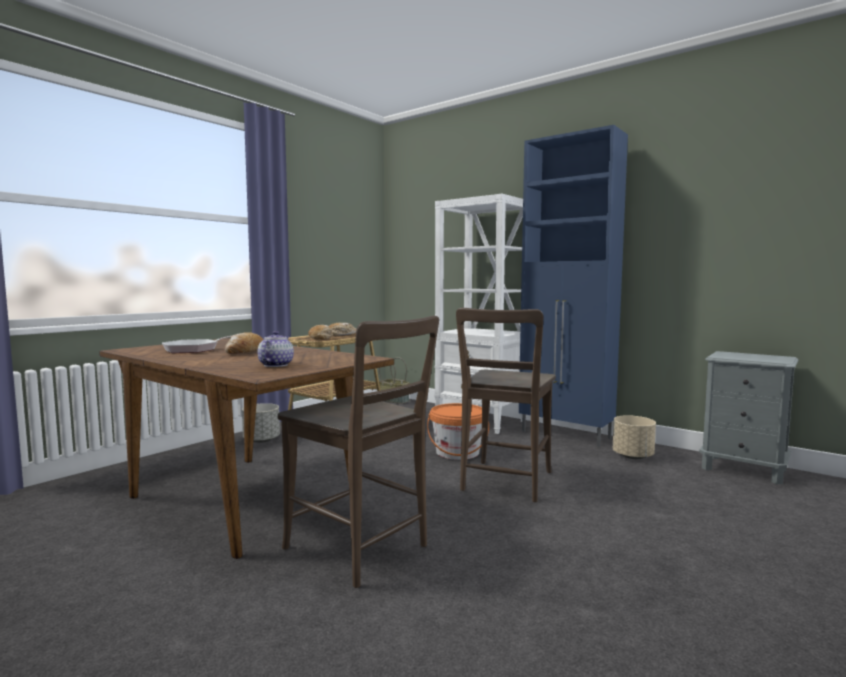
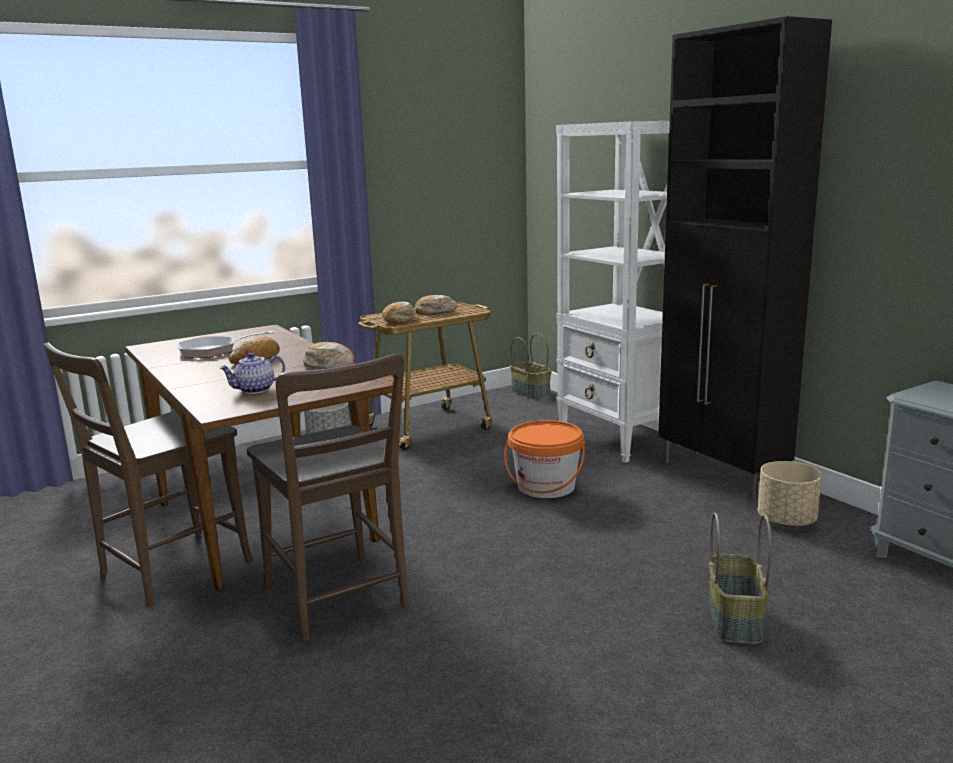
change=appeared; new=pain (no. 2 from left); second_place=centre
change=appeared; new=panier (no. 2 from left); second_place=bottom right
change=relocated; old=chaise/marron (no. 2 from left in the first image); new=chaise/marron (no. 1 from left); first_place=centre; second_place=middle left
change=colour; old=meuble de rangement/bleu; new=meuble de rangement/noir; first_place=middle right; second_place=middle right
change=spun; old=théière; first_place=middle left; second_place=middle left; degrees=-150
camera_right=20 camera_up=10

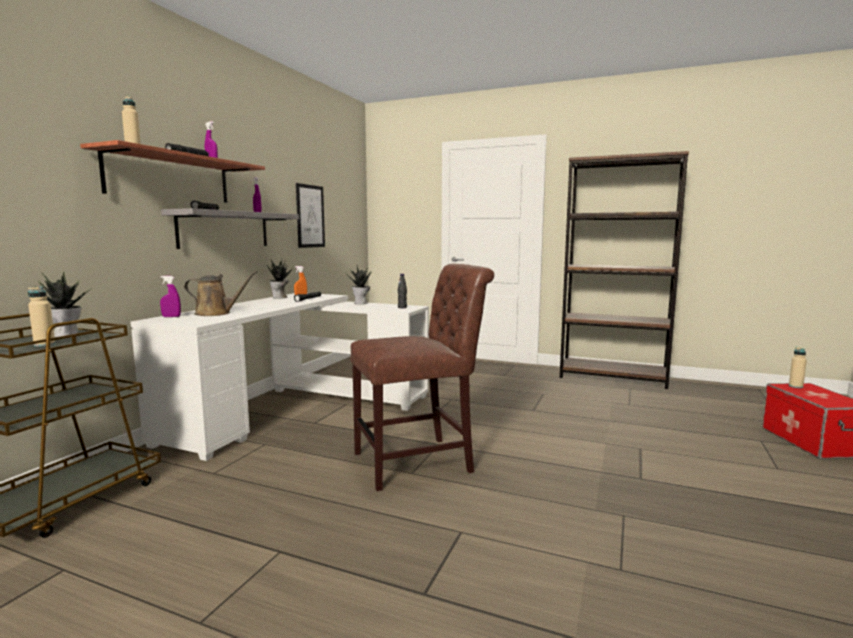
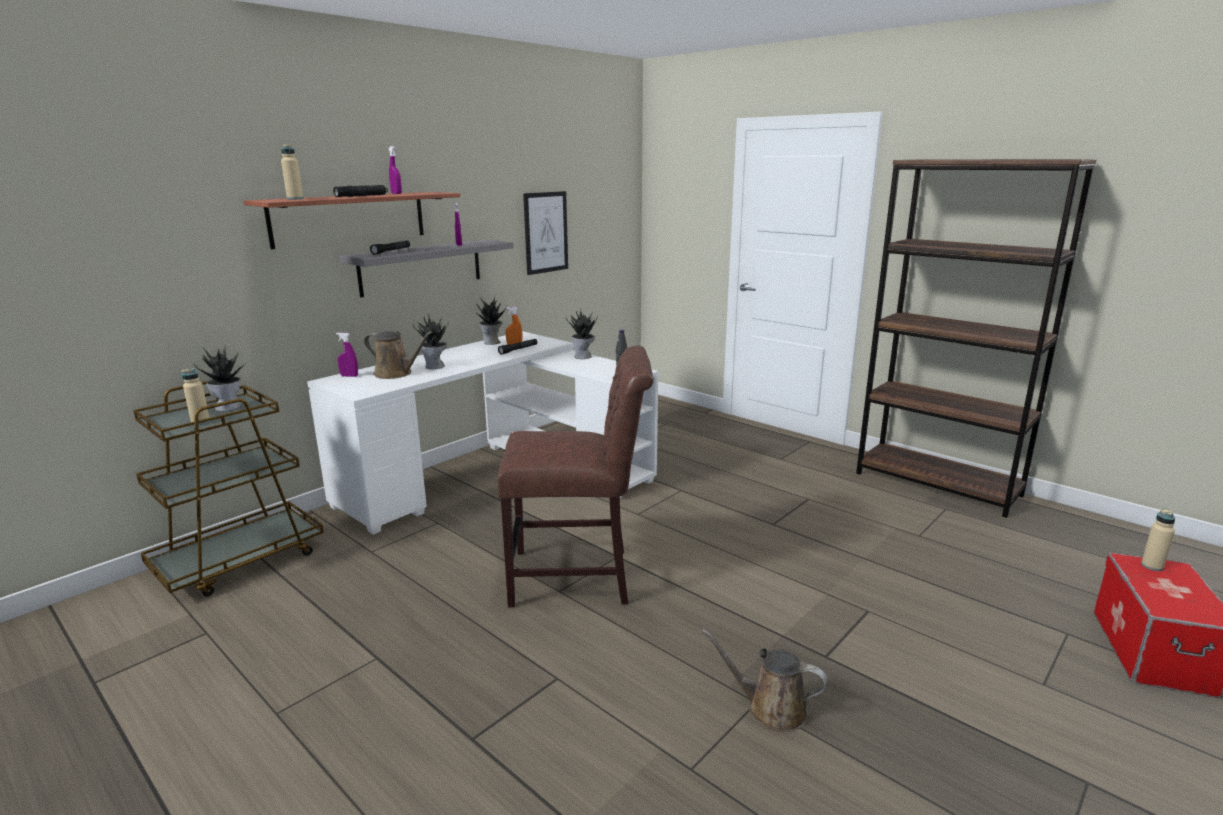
change=appeared; new=plante en pot (no. 2 from left); second_place=centre
change=appeared; new=arrosoir/marron (no. 2 from left); second_place=bottom centre
camera_right=20 camera_up=10

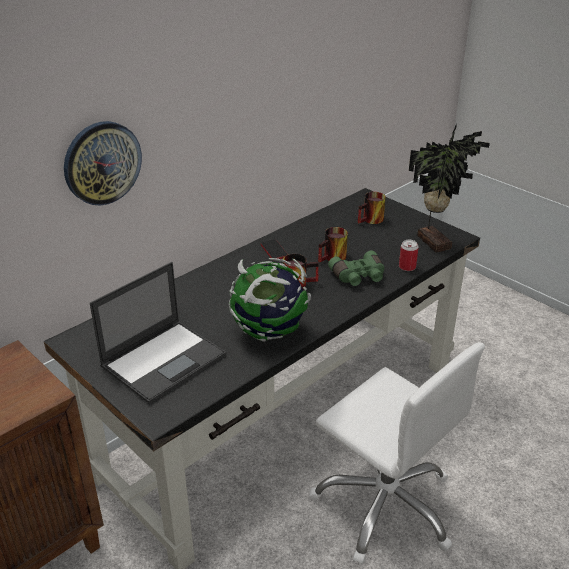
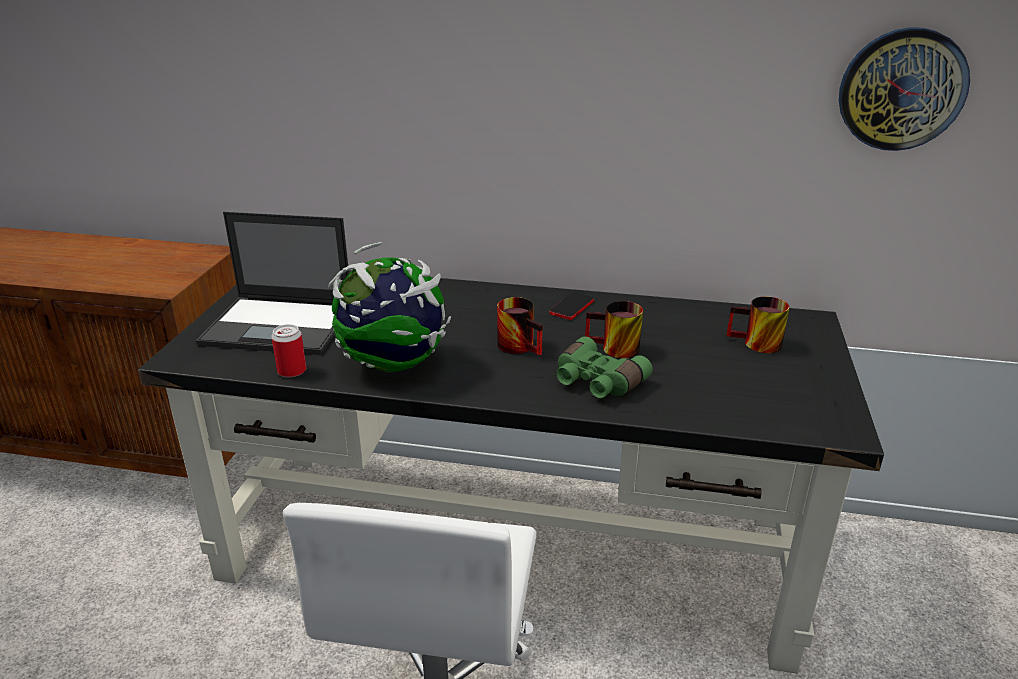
change=missing; old=plante en pot; first_place=top right
change=relocated; old=horloge murale; first_place=top left; second_place=top right
change=relocated; old=boîte métallique; first_place=middle right; second_place=middle left
camera_right=55 camera_up=-5

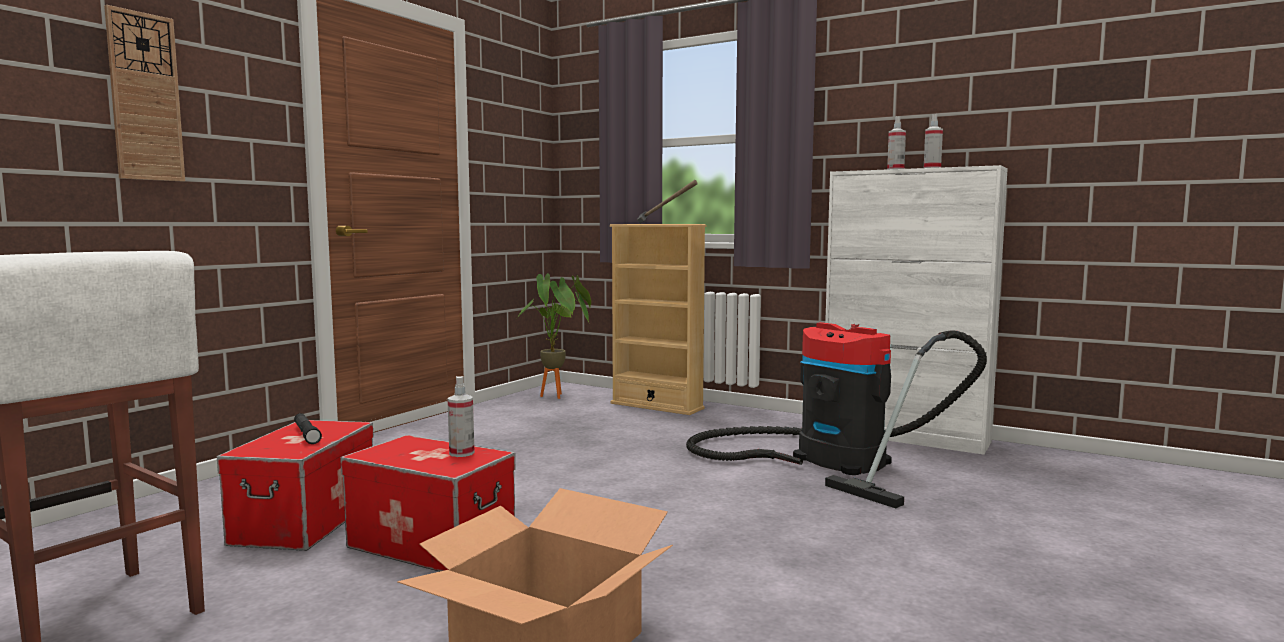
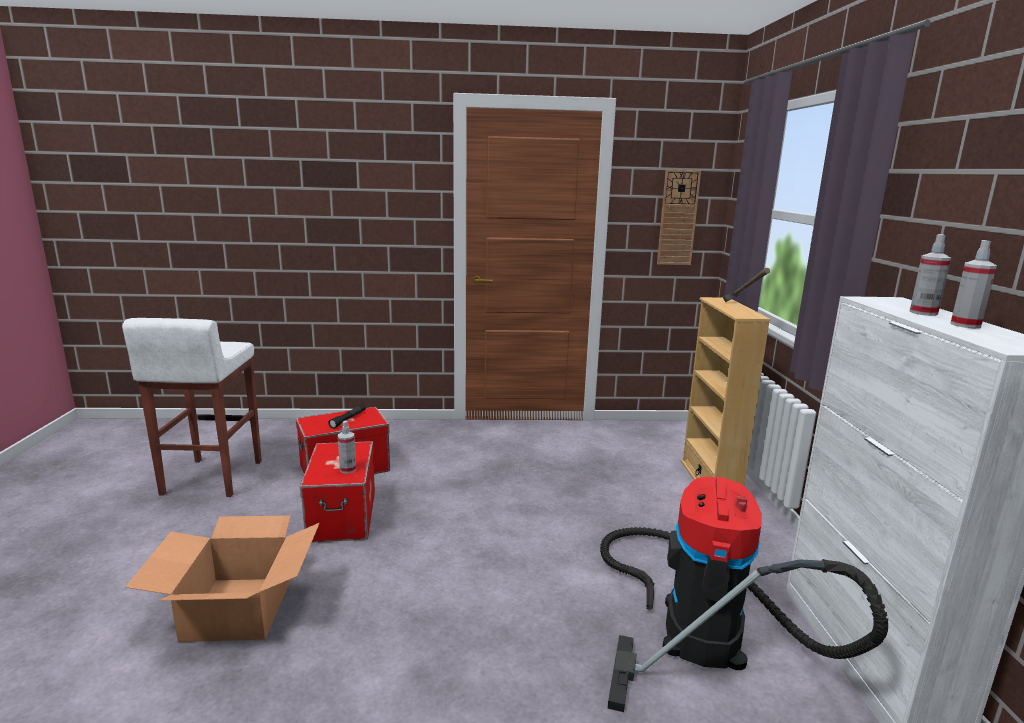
change=missing; old=plante en pot; first_place=centre
change=relocated; old=horloge murale; first_place=top left; second_place=top centre
camera_right=55 camera_up=10

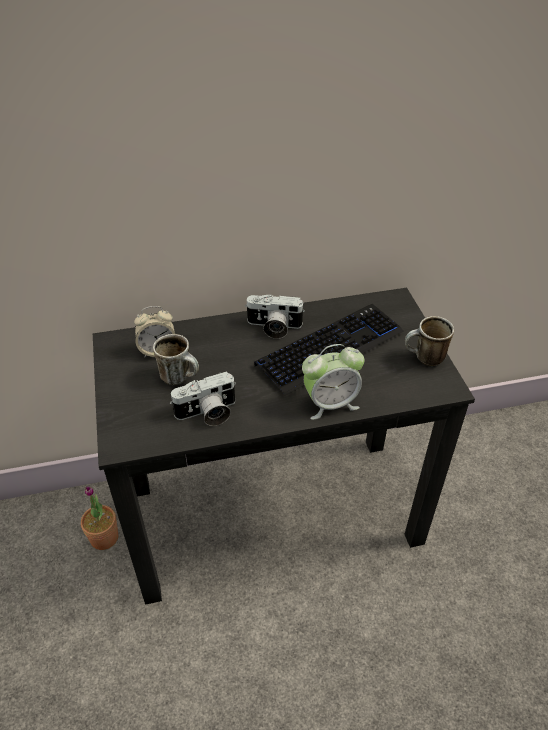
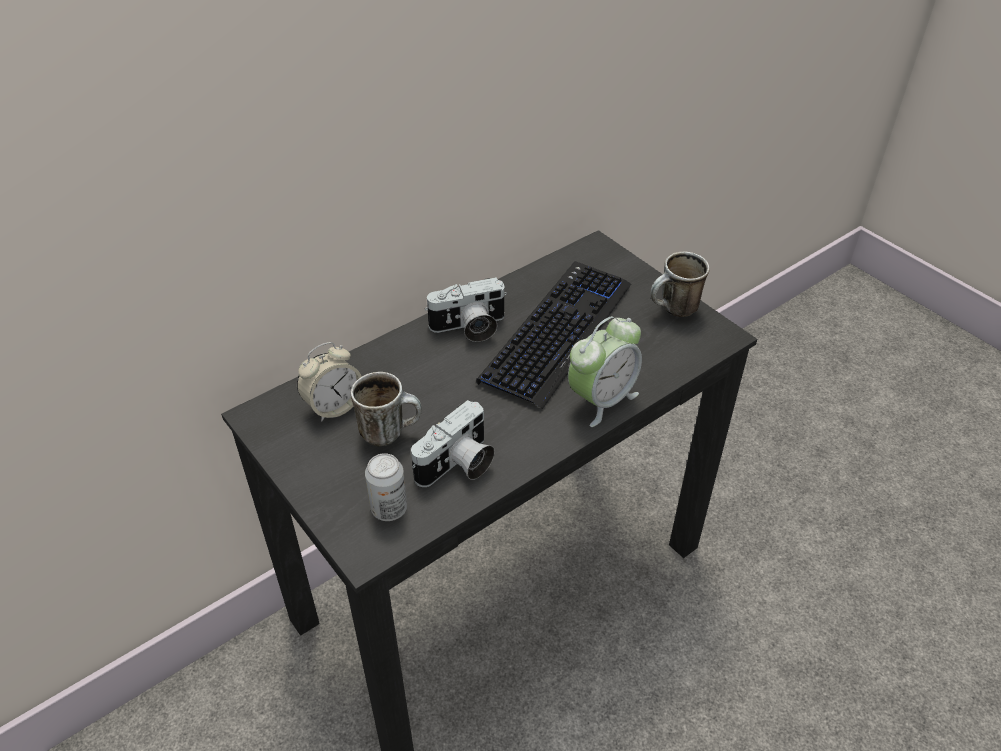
change=missing; old=plante en pot; first_place=bottom left
change=appeared; new=boîte métallique; second_place=centre
camera_right=-25 camera_up=0

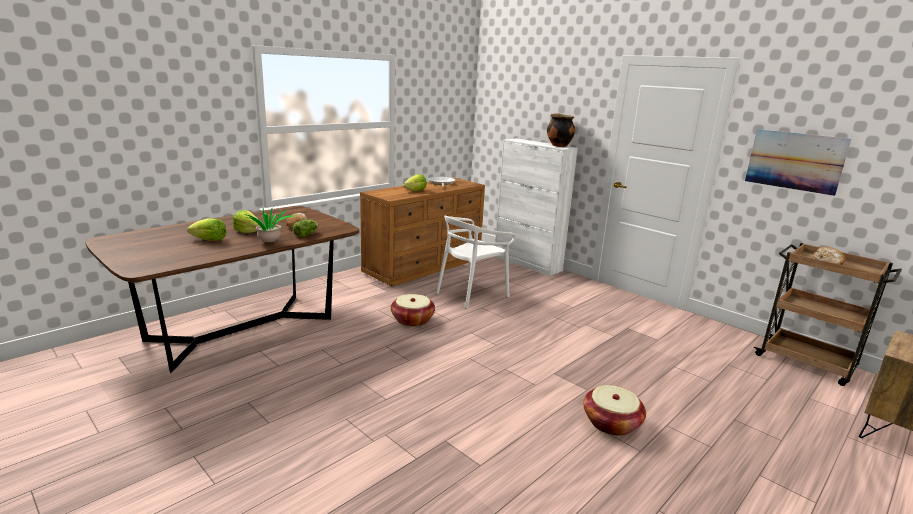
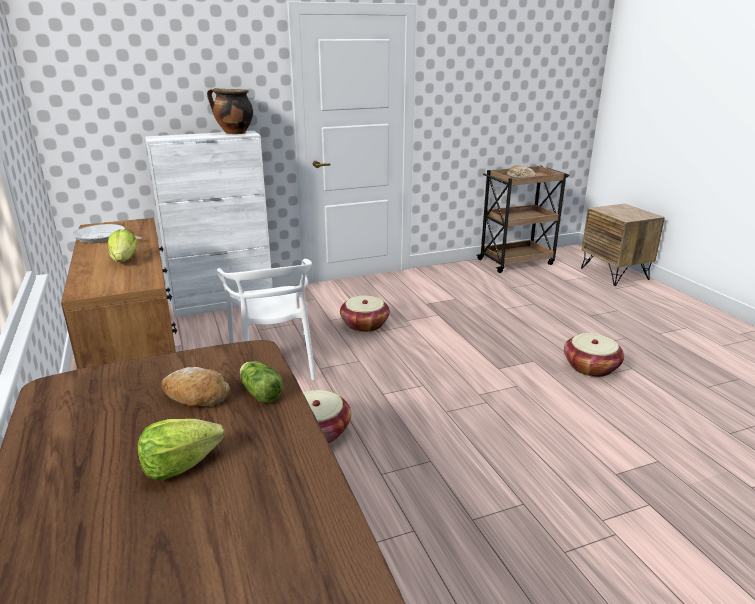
change=missing; old=laitue (no. 1 from left); first_place=middle left
change=missing; old=plante en pot; first_place=middle left
change=missing; old=tableau; first_place=top right
change=appeared; new=panier (no. 2 from left); second_place=centre
camera_right=-65 camera_up=5

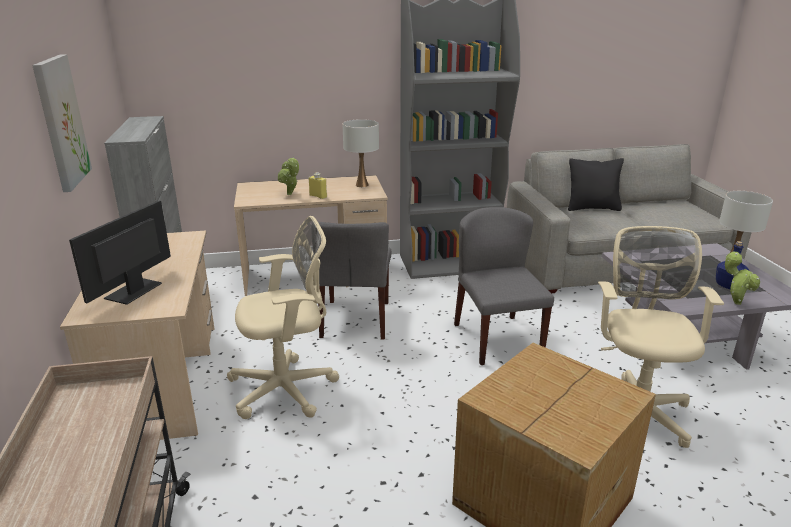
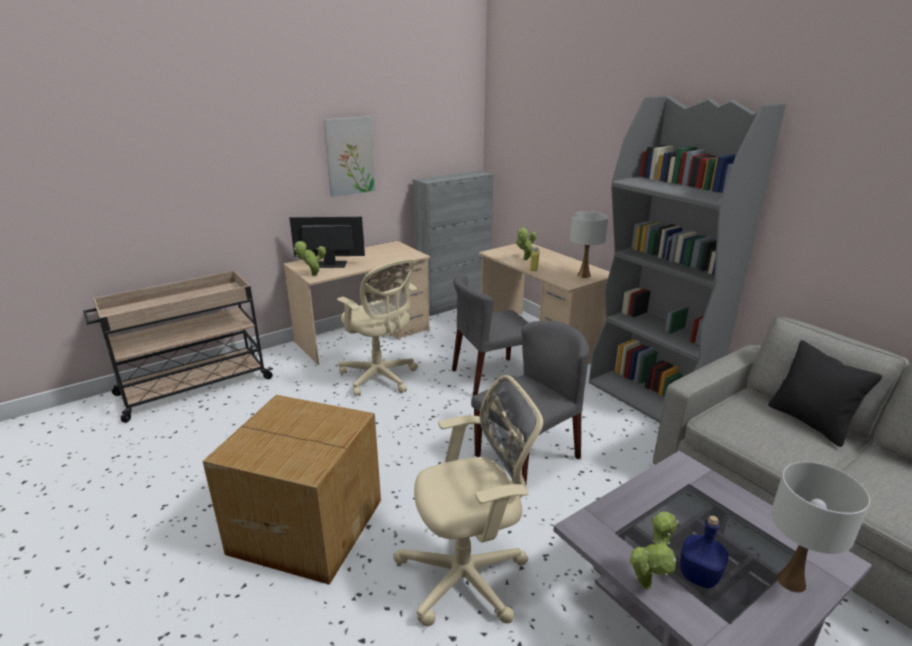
change=appeared; new=plante en pot (no. 1 from left); second_place=centre
camera_right=65 camera_up=0

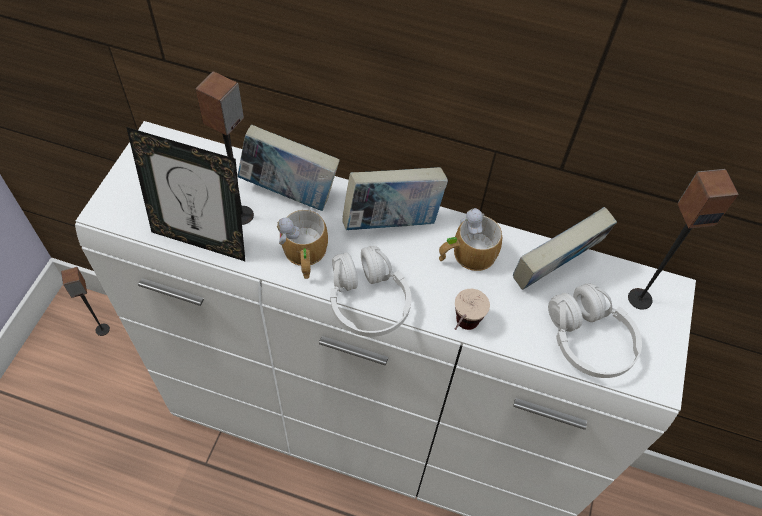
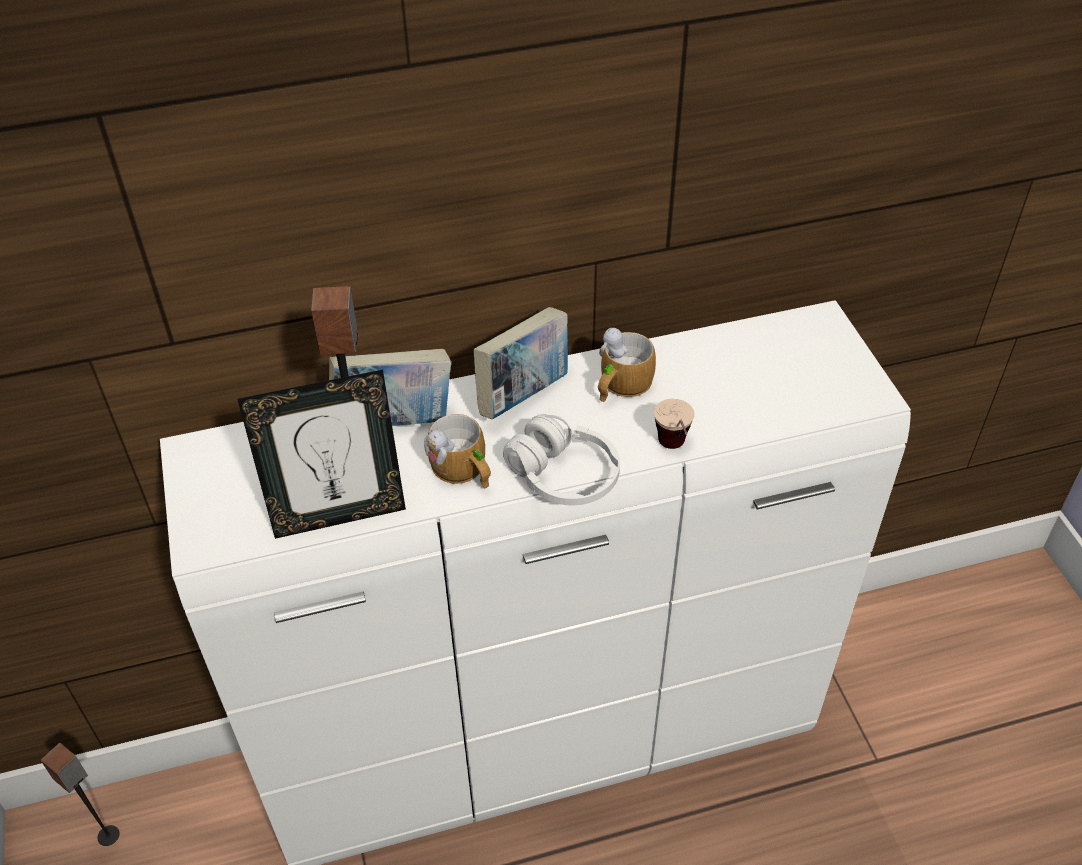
change=missing; old=livre (no. 3 from left); first_place=middle right
change=missing; old=casque audio/blanc (no. 2 from left); first_place=middle right
change=missing; old=enceinte (no. 3 from left); first_place=middle right
camera_right=-30 camera_up=-10

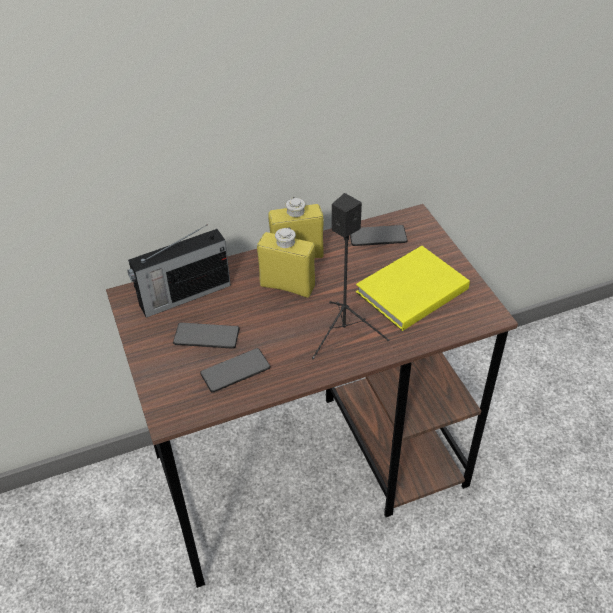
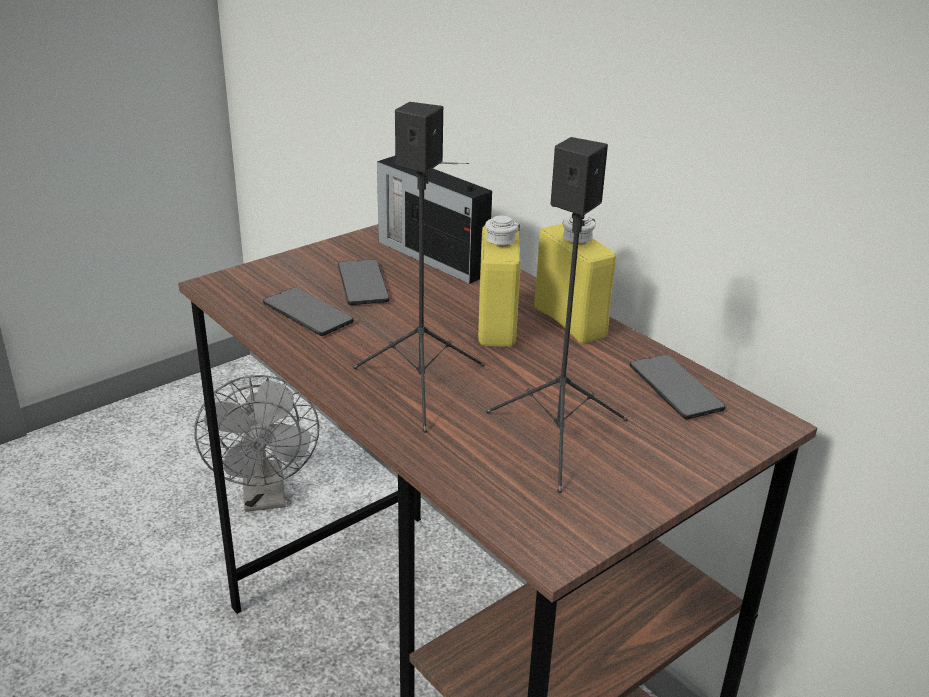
change=appeared; new=ventilateur/gris; second_place=middle left
change=exchanged; old=livre/jaune; new=enceinte/noir (no. 2 from left); first_place=middle right; second_place=centre
camera_right=70 camera_up=-15

